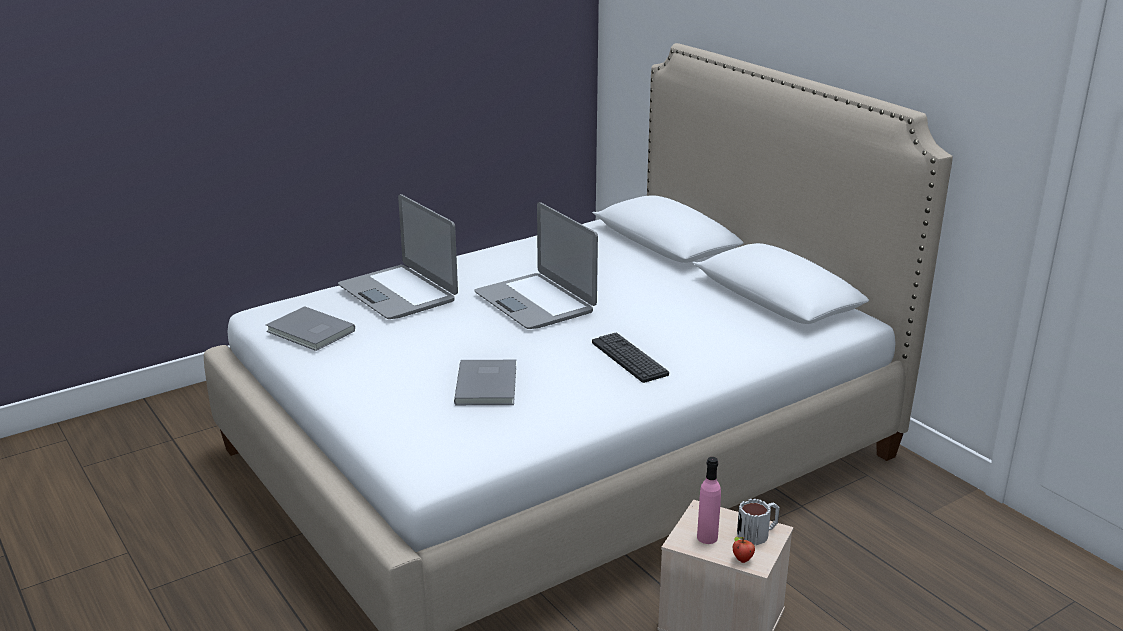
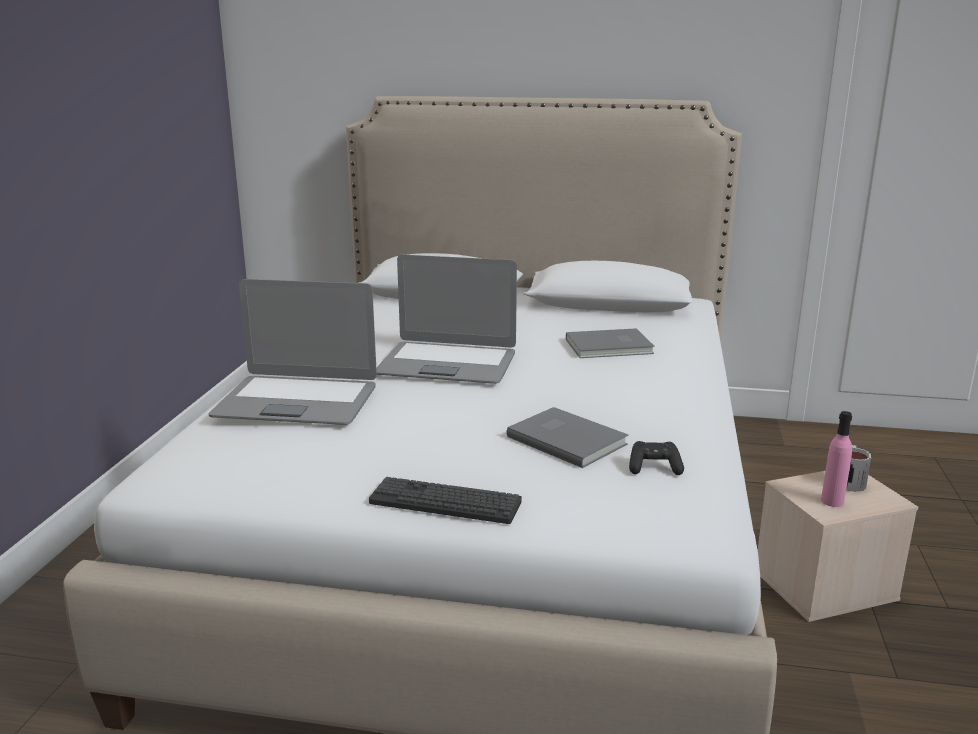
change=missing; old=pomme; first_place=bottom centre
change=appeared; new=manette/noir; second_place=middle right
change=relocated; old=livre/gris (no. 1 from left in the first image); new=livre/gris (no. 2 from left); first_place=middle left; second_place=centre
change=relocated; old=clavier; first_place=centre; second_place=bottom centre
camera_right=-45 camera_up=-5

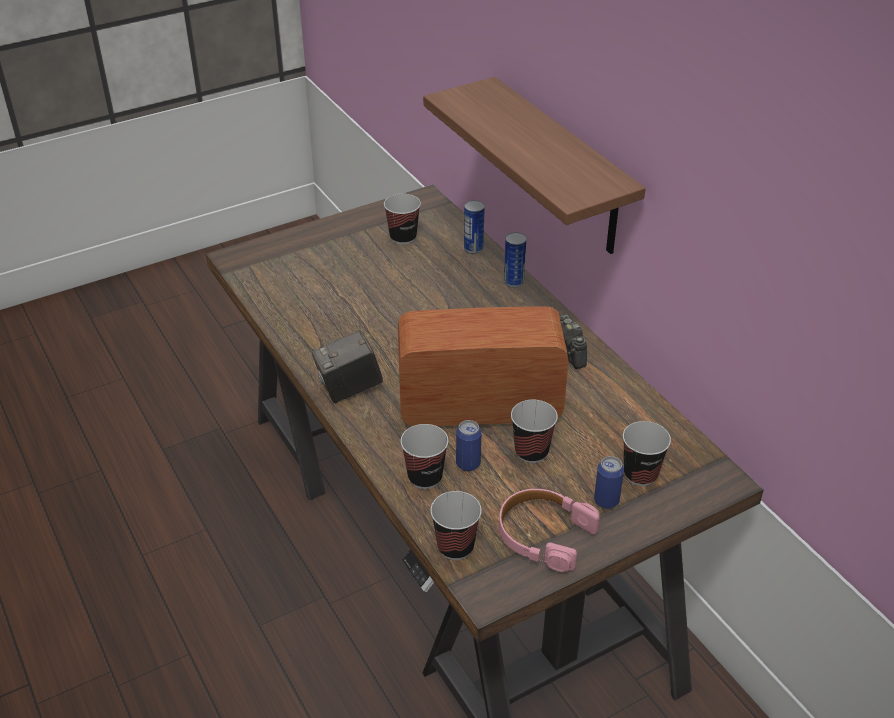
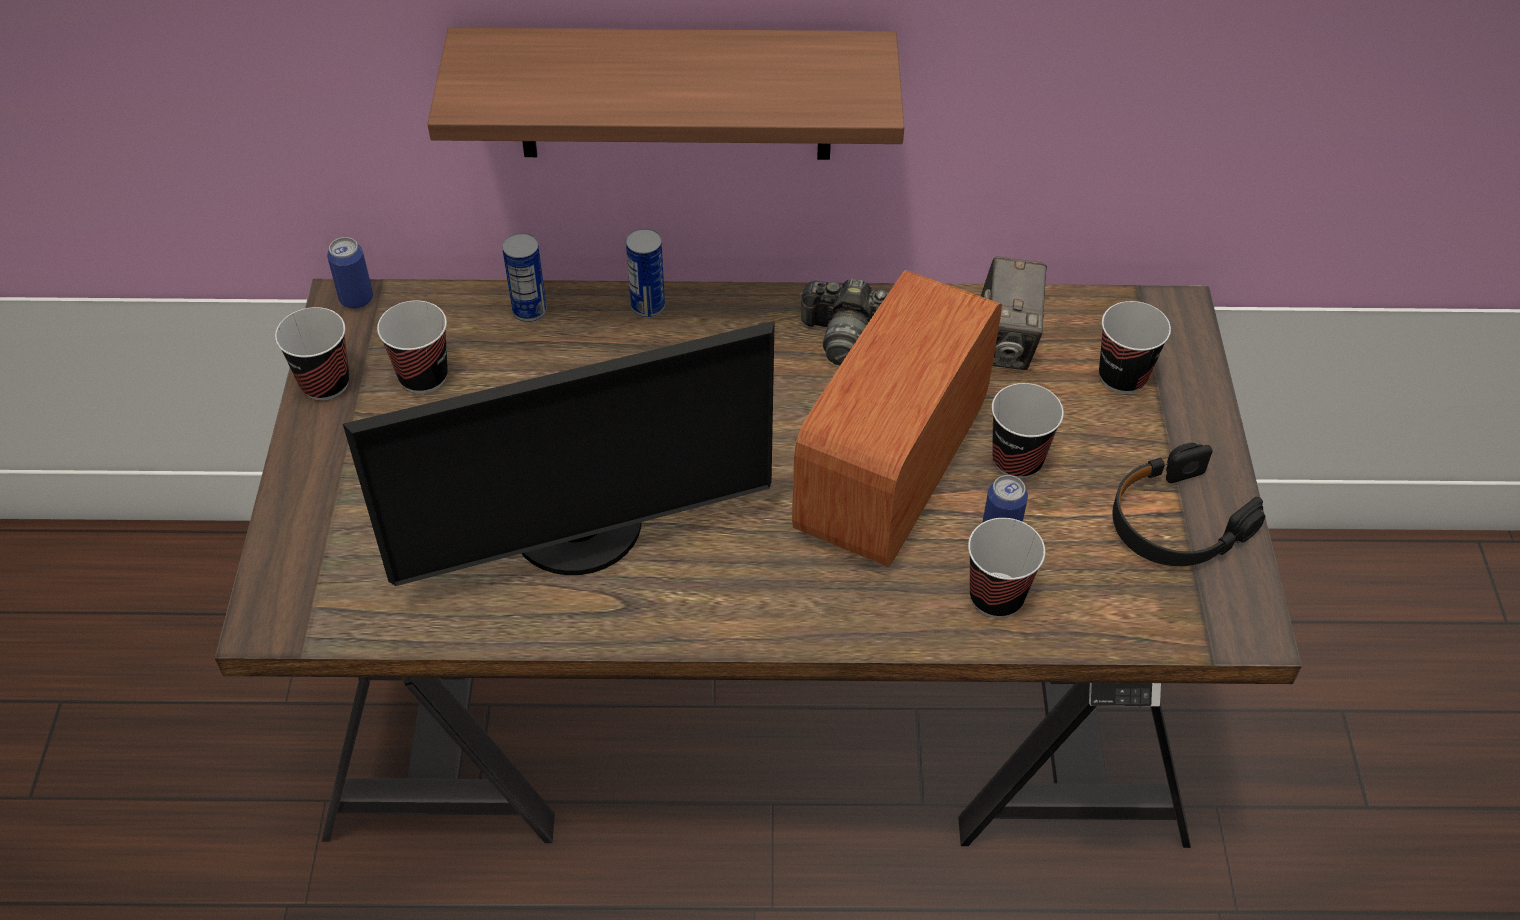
change=appeared; new=écran d'ordinateur; second_place=centre
change=relocated; old=appareil photo (no. 1 from left in the first image); new=appareil photo (no. 2 from left); first_place=centre; second_place=middle right
change=relocated; old=tasse (no. 3 from left in the first image); new=tasse (no. 1 from left); first_place=bottom centre; second_place=middle left
change=relocated; old=boîte métallique (no. 4 from left in the first image); new=boîte métallique (no. 1 from left); first_place=bottom right; second_place=top left
change=colour; old=casque audio/rose; new=casque audio/noir; first_place=bottom centre; second_place=middle right
camera_right=-60 camera_up=10

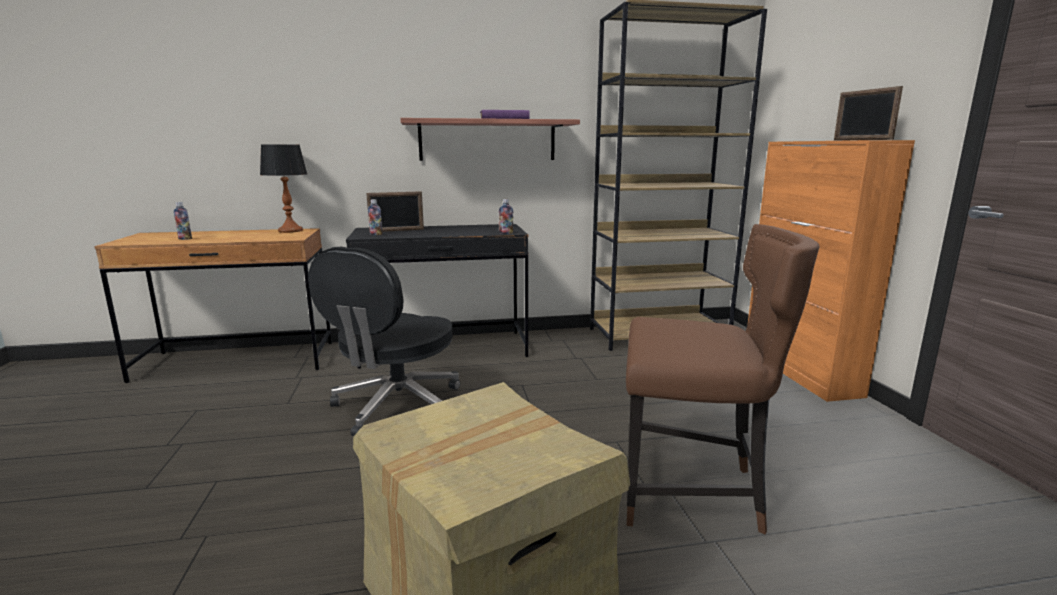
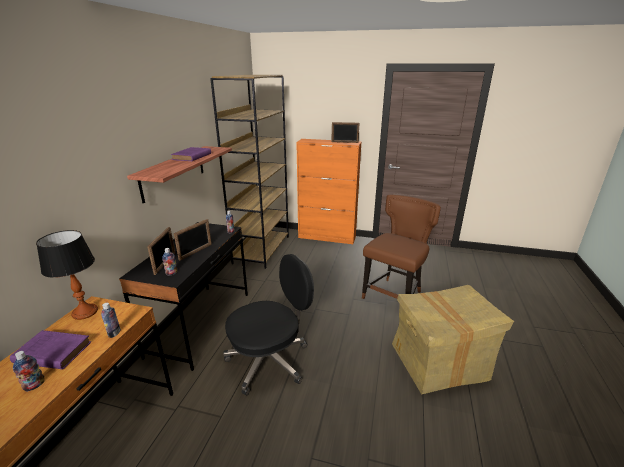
change=appeared; new=livre/violet (no. 1 from left); second_place=bottom left
change=appeared; new=bouteille (no. 2 from left); second_place=bottom left
change=appeared; new=cadre photo (no. 2 from left); second_place=middle left
change=spun; old=chaise de bureau/noir; first_place=centre; second_place=bottom centre; degrees=-75
camera_right=-65 camera_up=10

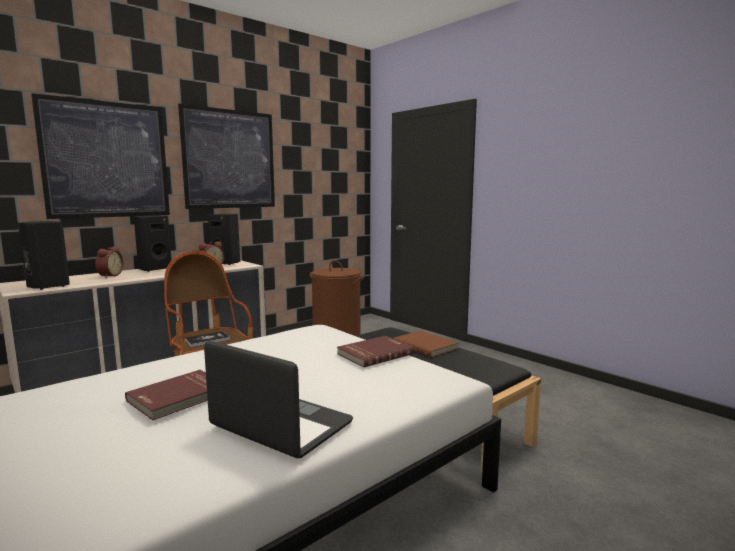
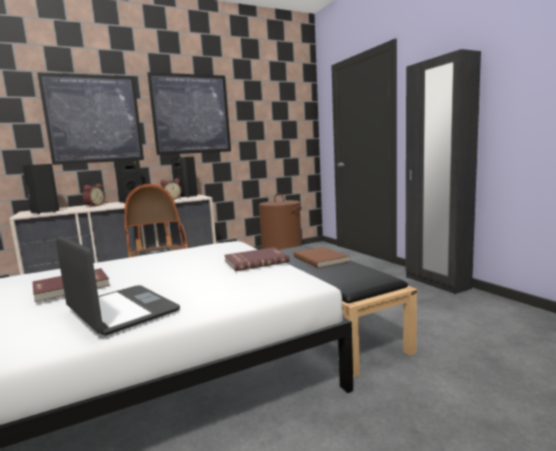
change=appeared; new=armoire/noir; second_place=middle right
camera_right=15 camera_up=0

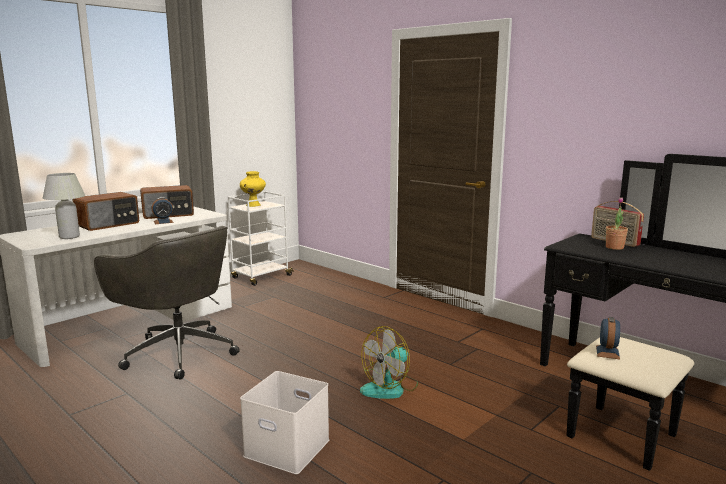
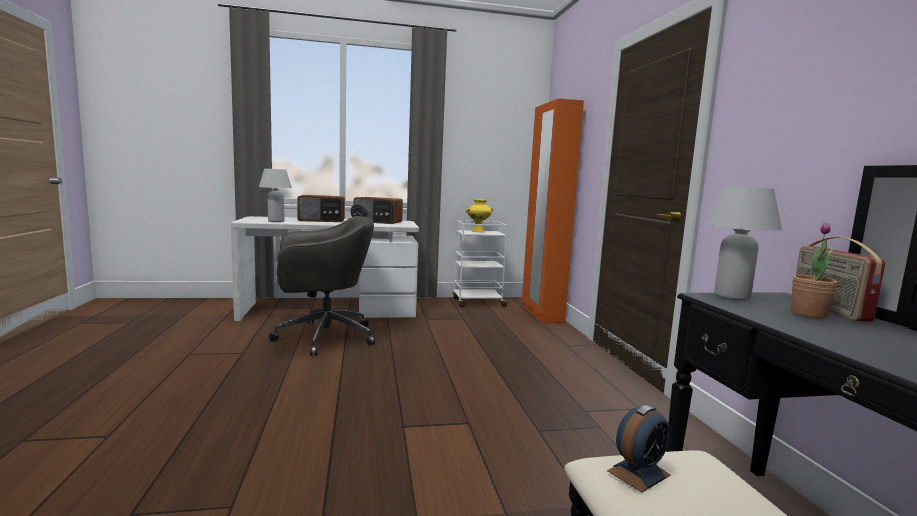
change=missing; old=boîte de rangement/blanc; first_place=bottom centre
change=missing; old=ventilateur; first_place=bottom centre
change=appeared; new=armoire/orange; second_place=centre
change=appeared; new=lampe de table/blanc (no. 2 from left); second_place=middle right
change=spun; old=chaise de bureau/gris; first_place=middle left; second_place=centre; degrees=-90
camera_right=35 camera_up=-5

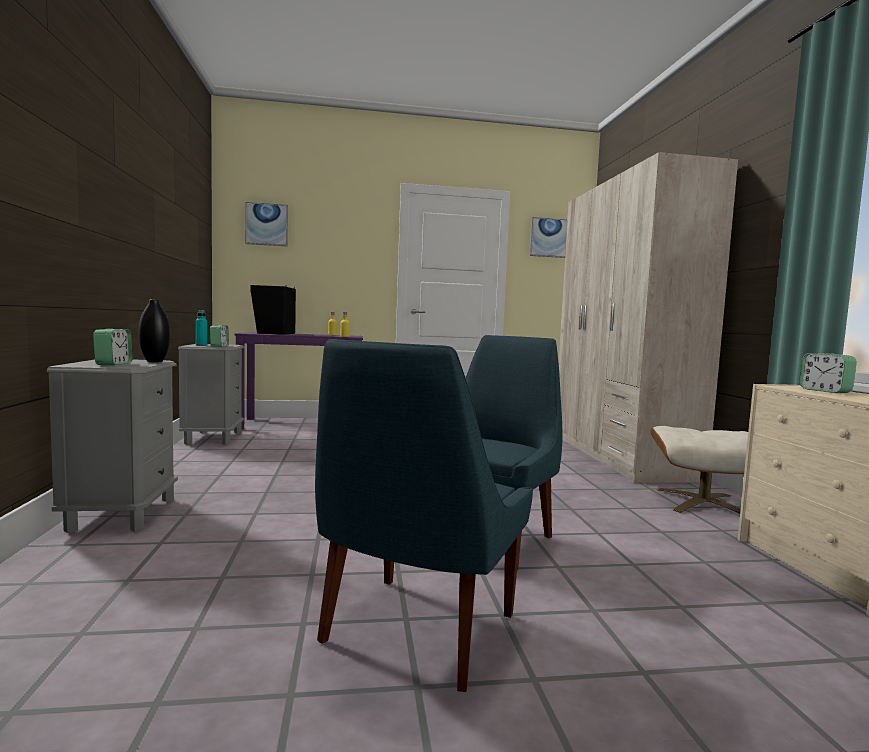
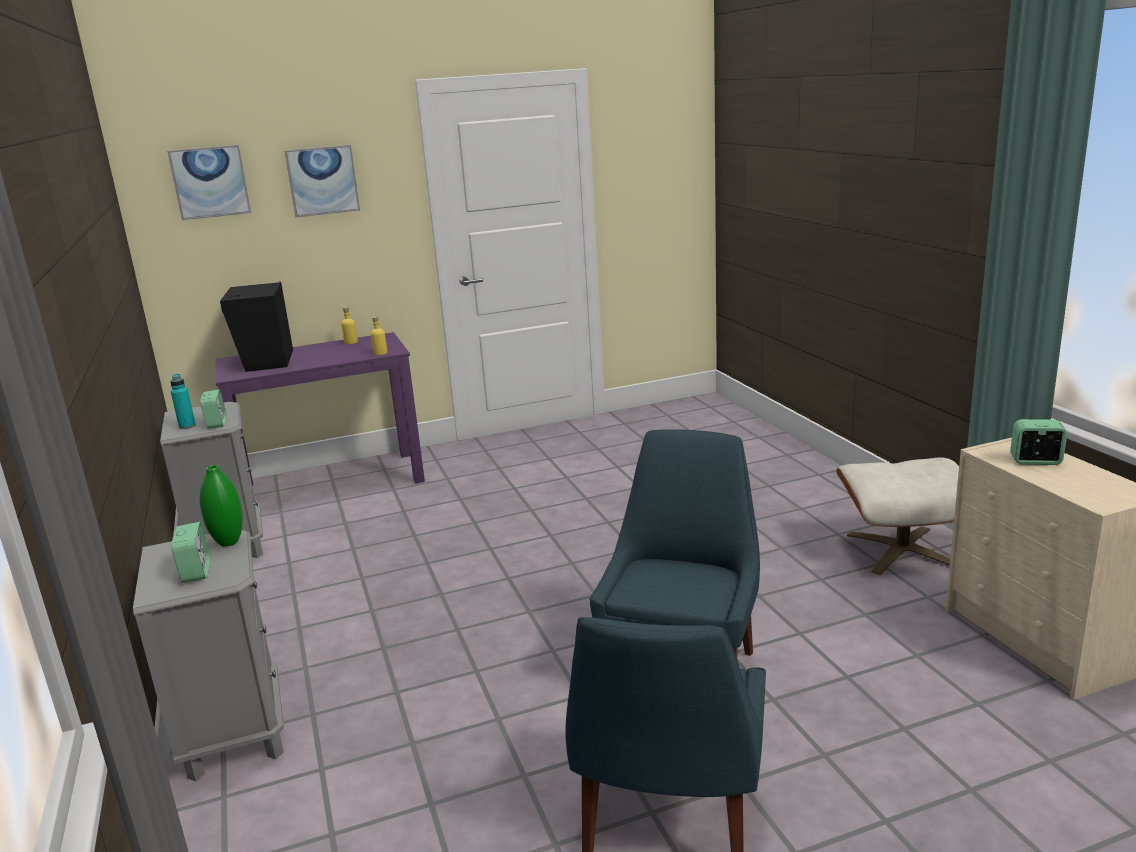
change=missing; old=armoire/beige; first_place=middle right
change=relocated; old=tableau (no. 2 from left); first_place=top centre; second_place=top left
change=colour; old=vase/noir; new=vase/vert; first_place=middle left; second_place=middle left
change=spun; old=réveil (no. 3 from left); first_place=middle right; second_place=middle right; degrees=135
camera_right=-10 camera_up=15

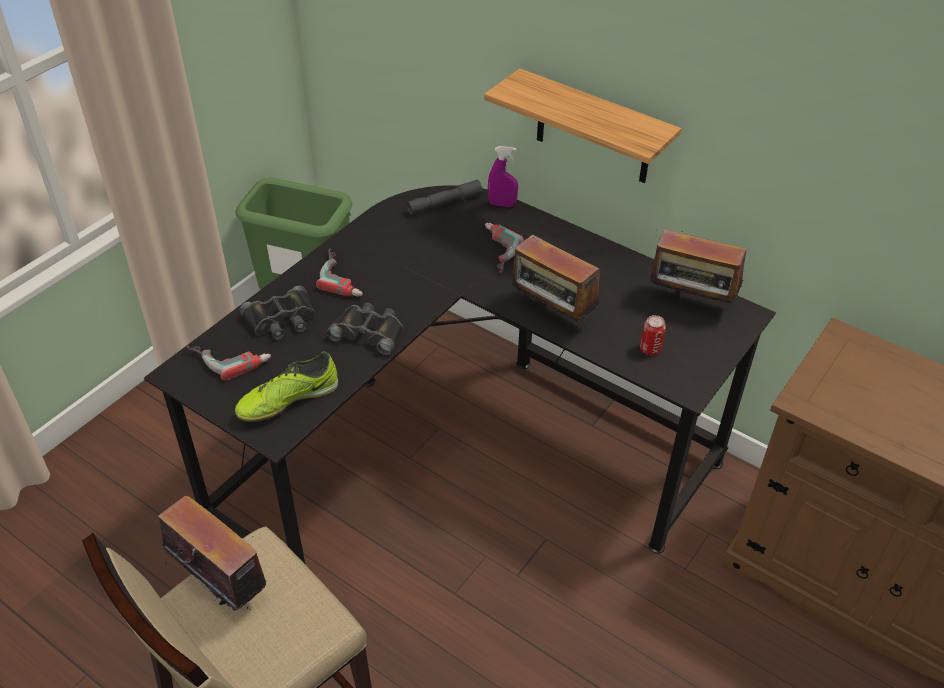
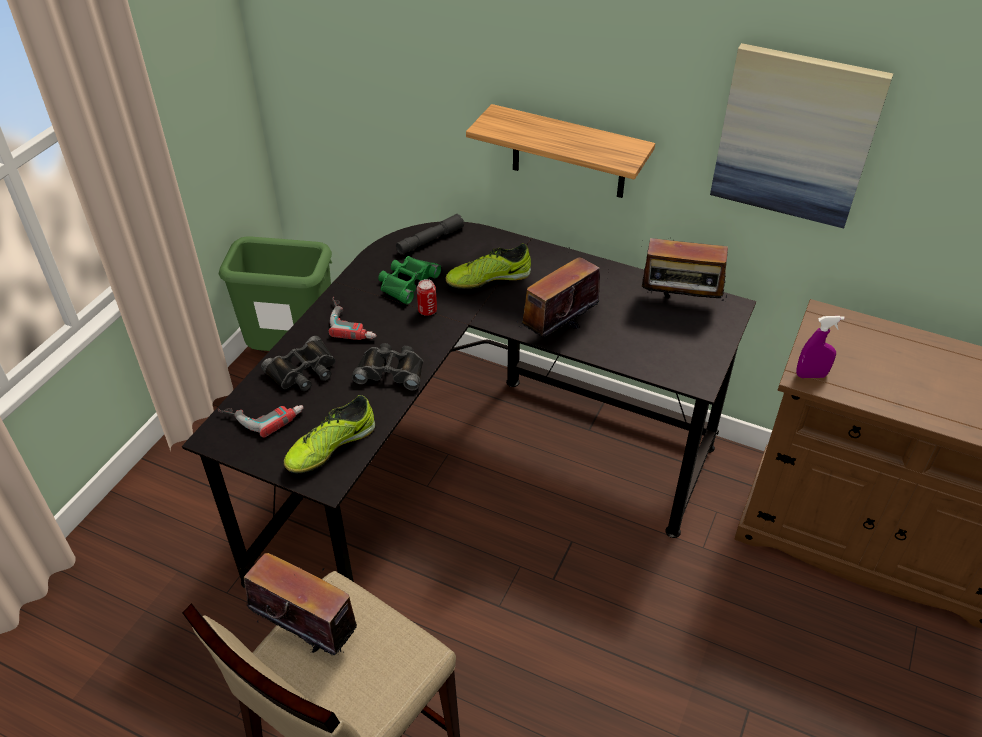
change=appeared; new=jumelles/vert; second_place=centre
change=appeared; new=tableau; second_place=top right
change=relocated; old=vaporisateur/violet; first_place=top centre; second_place=middle right
change=relocated; old=boîte métallique; first_place=middle right; second_place=centre
change=exchanged; old=perceuse (no. 3 from left); new=chaussure (no. 2 from left); first_place=centre; second_place=centre
change=spun; old=radio (no. 2 from left); first_place=centre; second_place=centre; degrees=105
camera_right=-10 camera_up=0

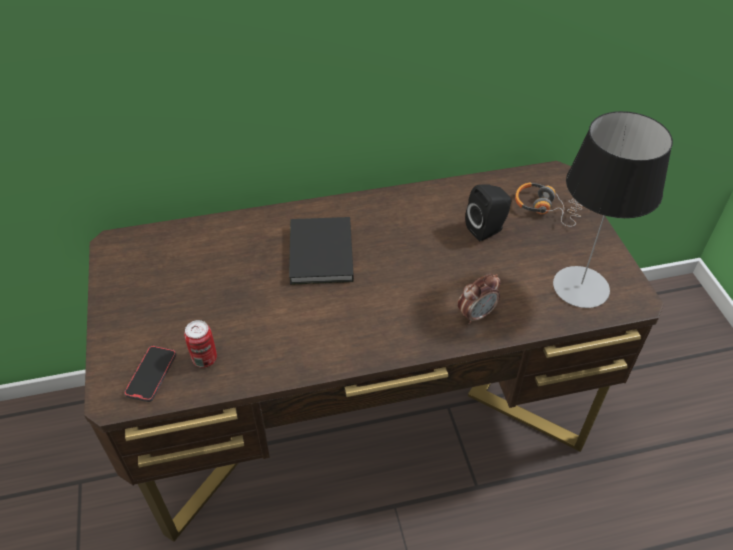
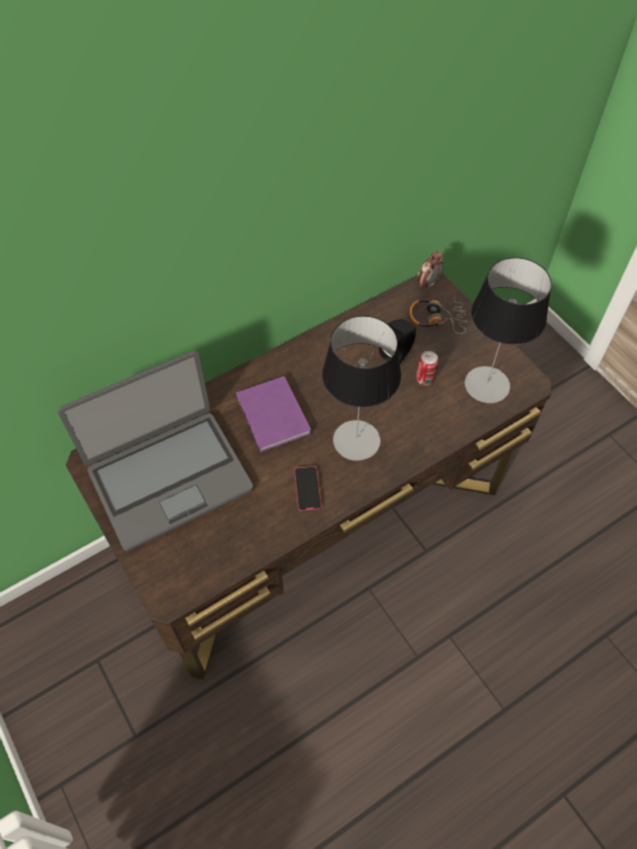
change=appeared; new=ordinateur portable; second_place=middle left
change=appeared; new=lampe de table (no. 1 from left); second_place=centre
change=relocated; old=téléphone; first_place=bottom left; second_place=centre
change=relocated; old=boîte métallique; first_place=middle left; second_place=middle right
change=relocated; old=réveil; first_place=centre; second_place=top right
change=colour; old=livre/noir; new=livre/violet; first_place=centre; second_place=centre
camera_right=-20 camera_up=10

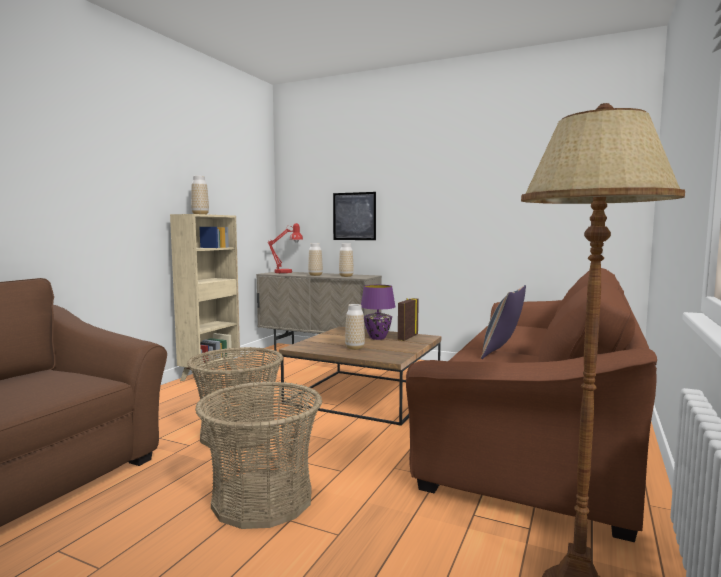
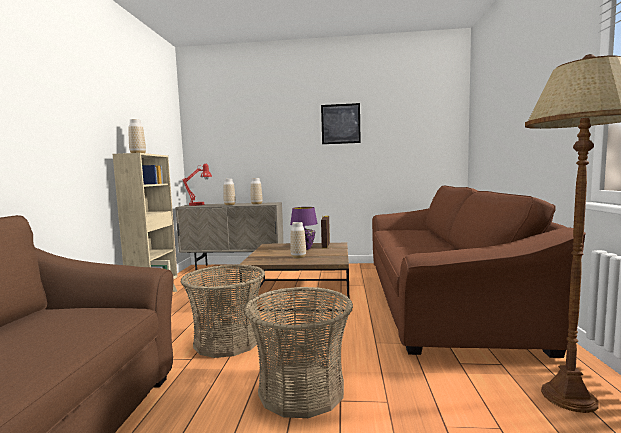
change=missing; old=coussin; first_place=middle right
change=relocated; old=tableau; first_place=centre; second_place=top centre
camera_right=-20 camera_up=0

